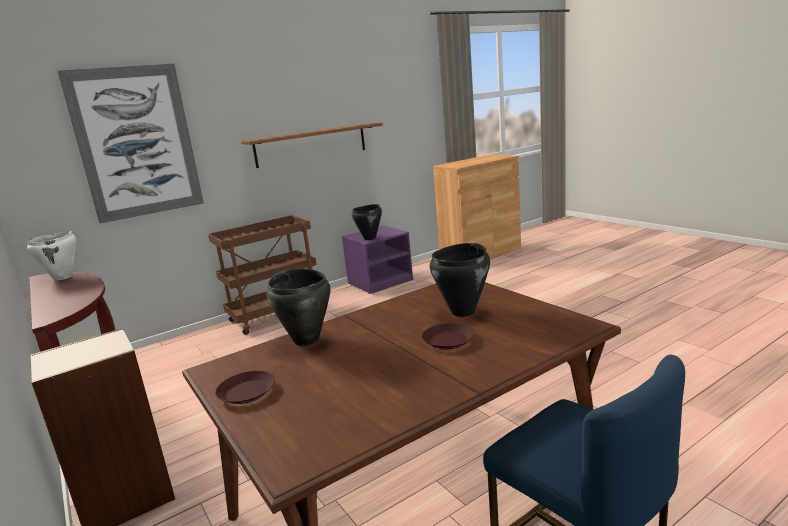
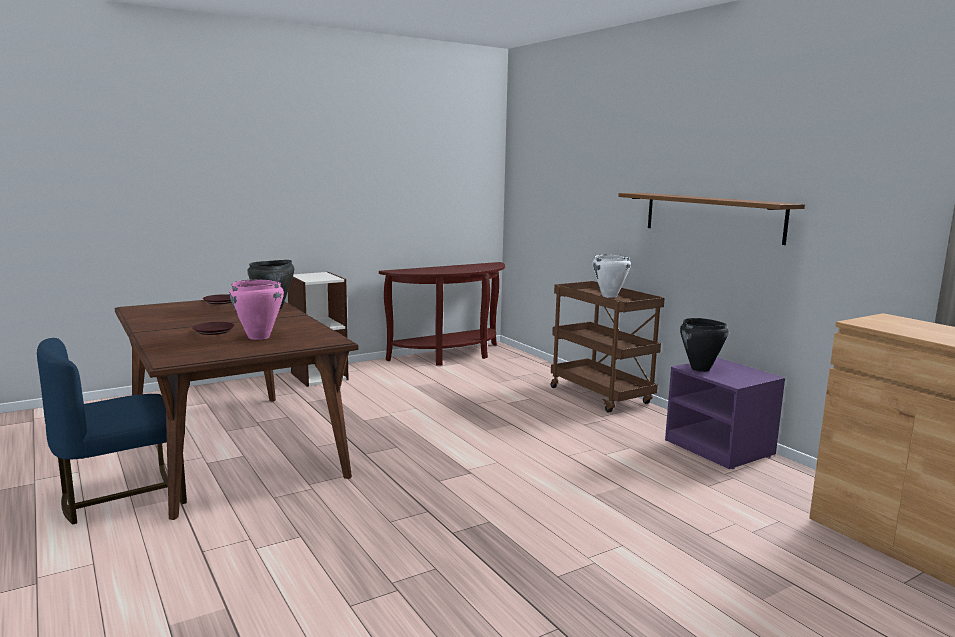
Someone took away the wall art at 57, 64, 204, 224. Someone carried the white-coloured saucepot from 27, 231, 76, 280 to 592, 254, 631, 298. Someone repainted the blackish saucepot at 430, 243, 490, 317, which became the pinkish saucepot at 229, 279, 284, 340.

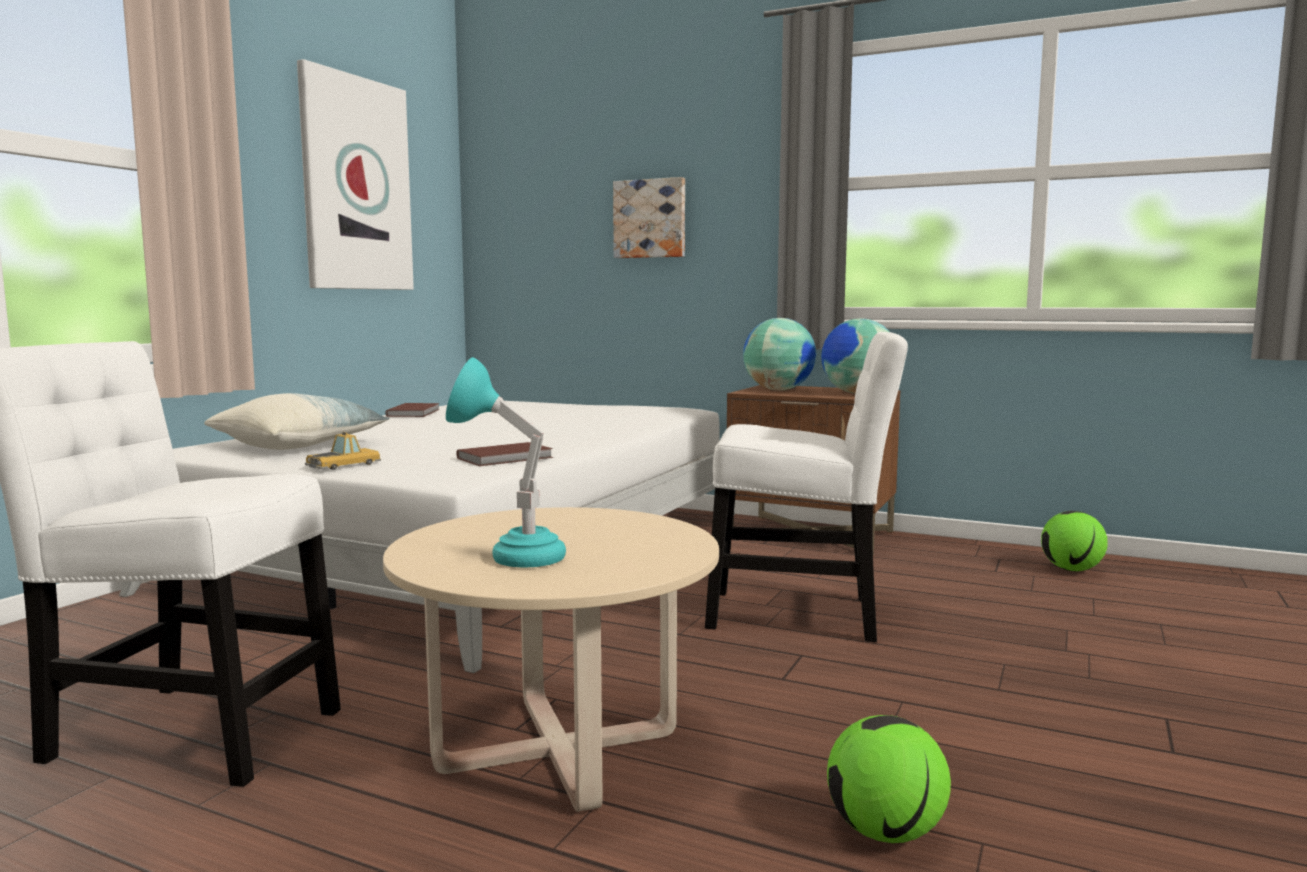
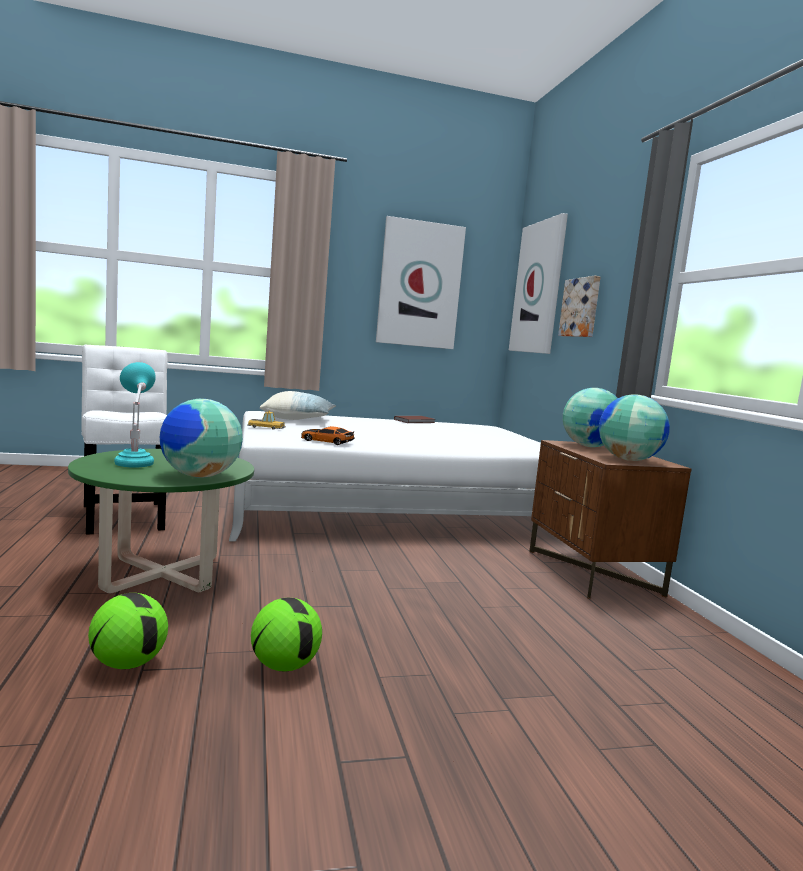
Someone took away the white-coloured upright chair at 705, 332, 908, 642. Someone swapped the brown bound book at 457, 442, 553, 466 for the model car at 301, 426, 355, 445. Someone repainted the sand-coloured low table at 383, 507, 719, 812, which became the green low table at 68, 449, 254, 593. Someone carried the football ball from 1041, 511, 1108, 571 to 251, 598, 322, 672. Someone put up the wall art at 509, 213, 568, 354. Someone put down the globe at 160, 399, 243, 478.

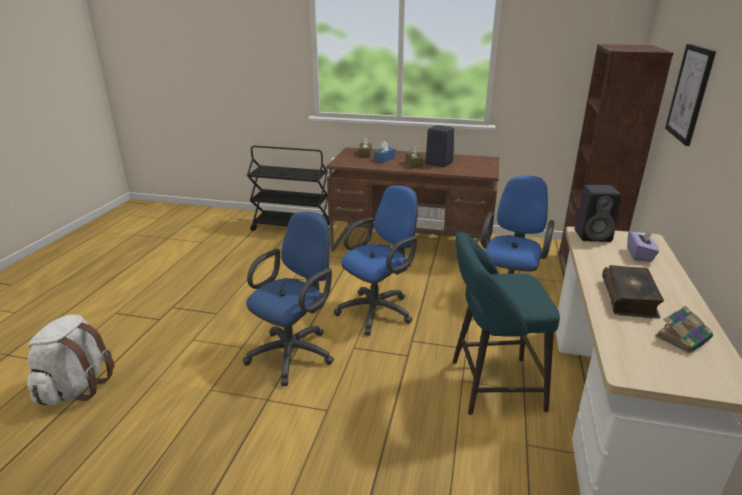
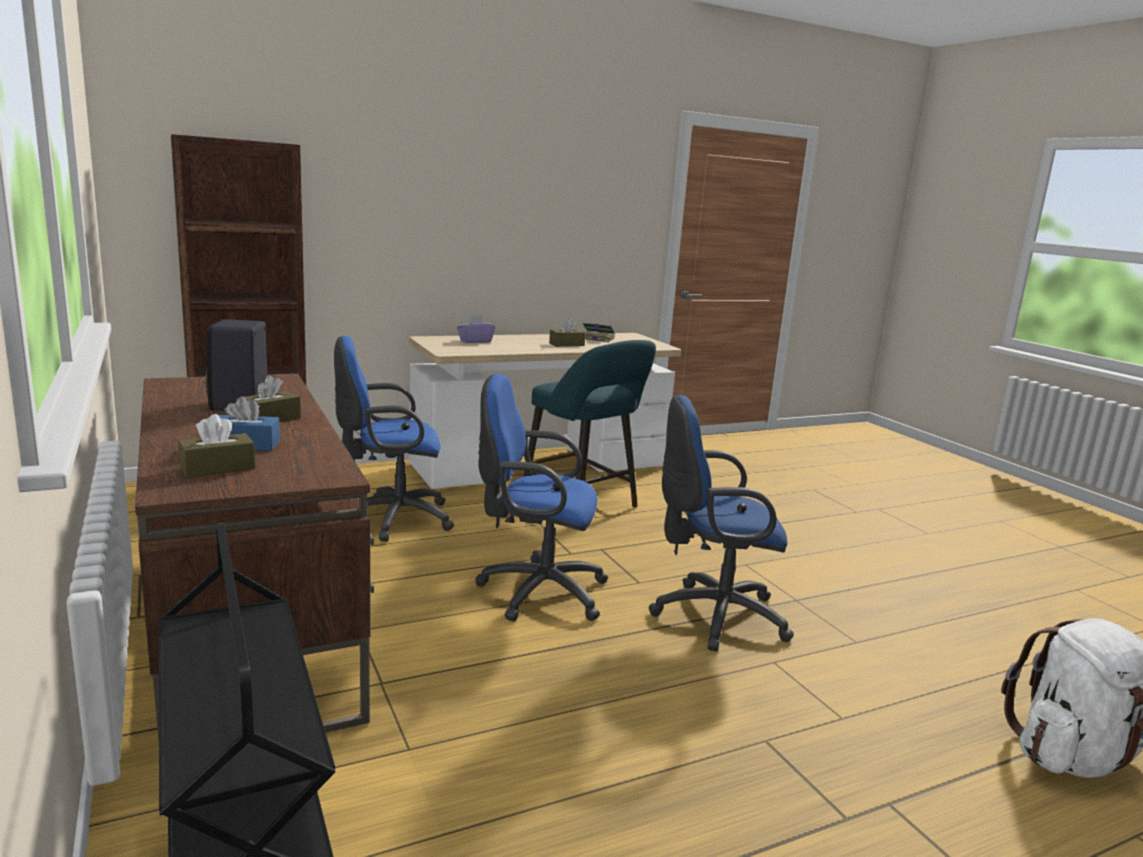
Someone took away the wall art at 665, 44, 716, 146. Someone took away the blackish audio speaker at 575, 185, 621, 242. Someone swapped the bound book at 602, 265, 664, 319 for the brown tissue box at 549, 318, 586, 347.

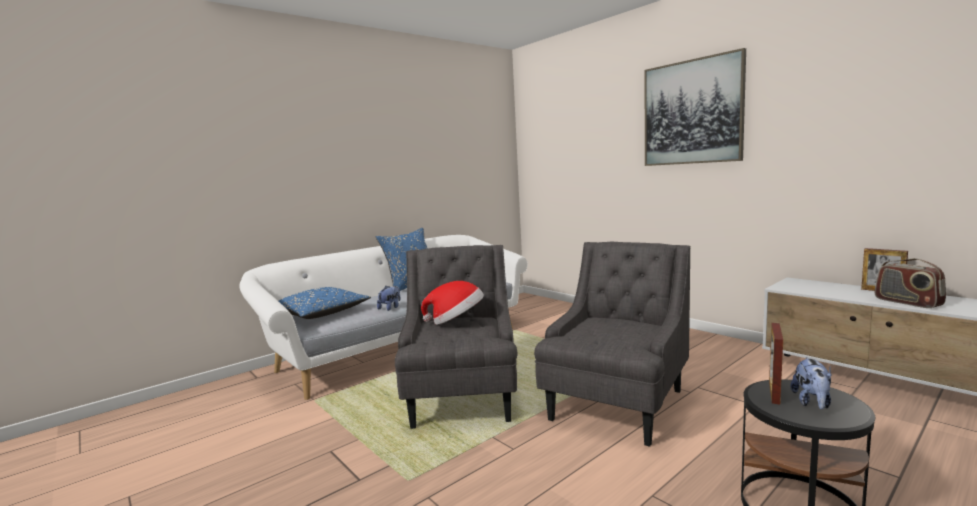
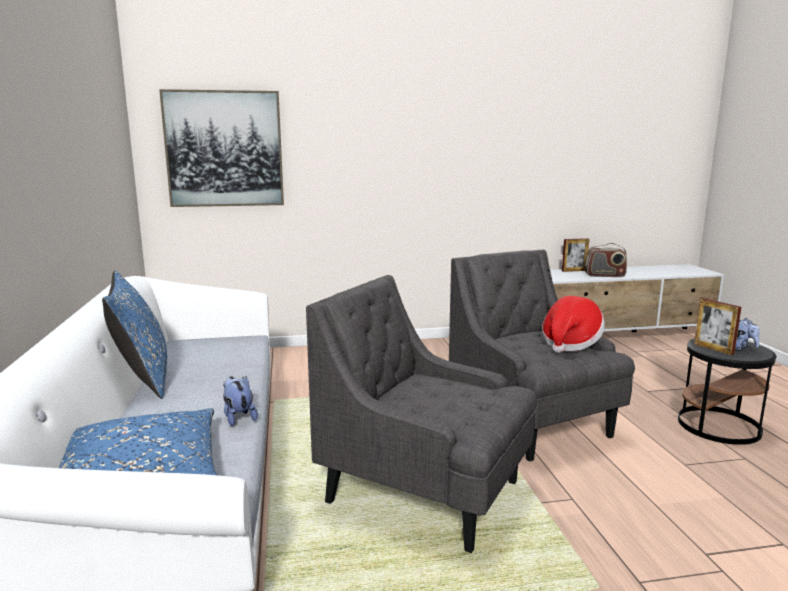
Someone carried the wall art from 644, 48, 746, 166 to 159, 89, 284, 207. Someone carried the wearable hat from 421, 281, 484, 325 to 542, 296, 605, 353.

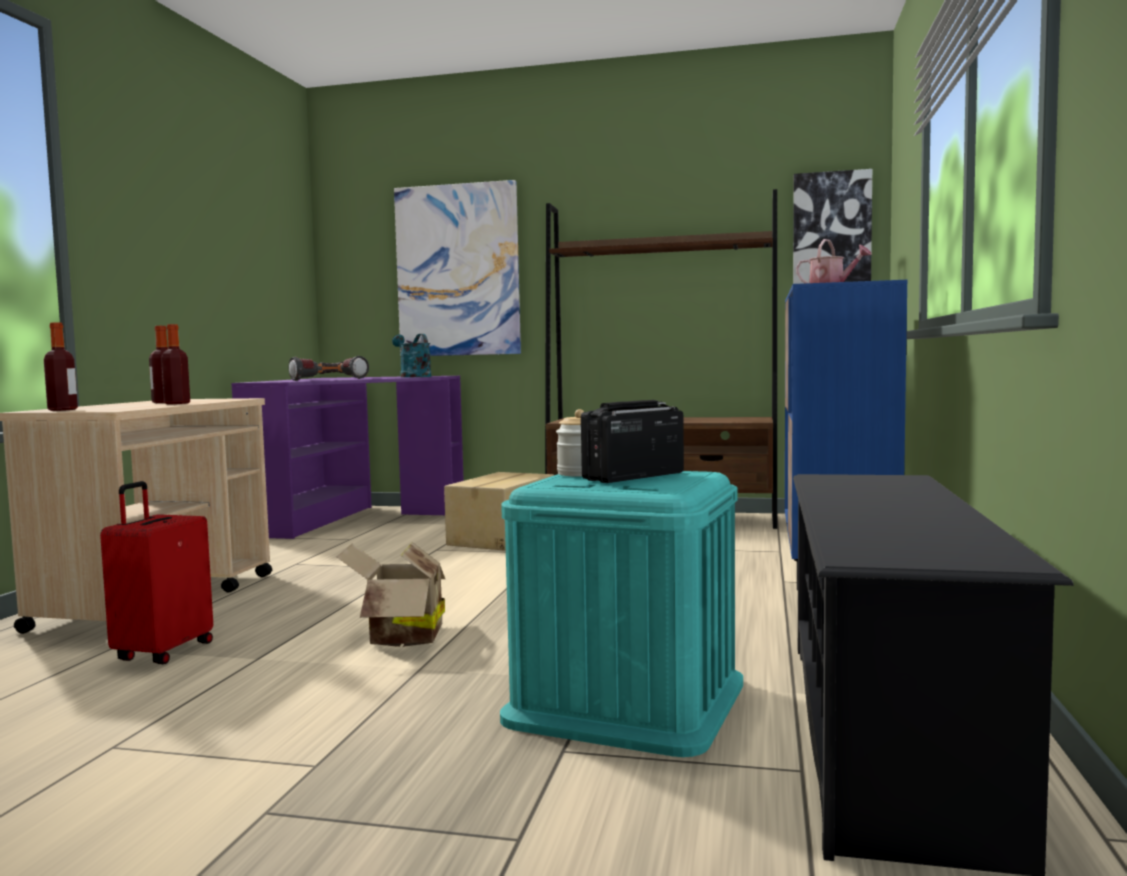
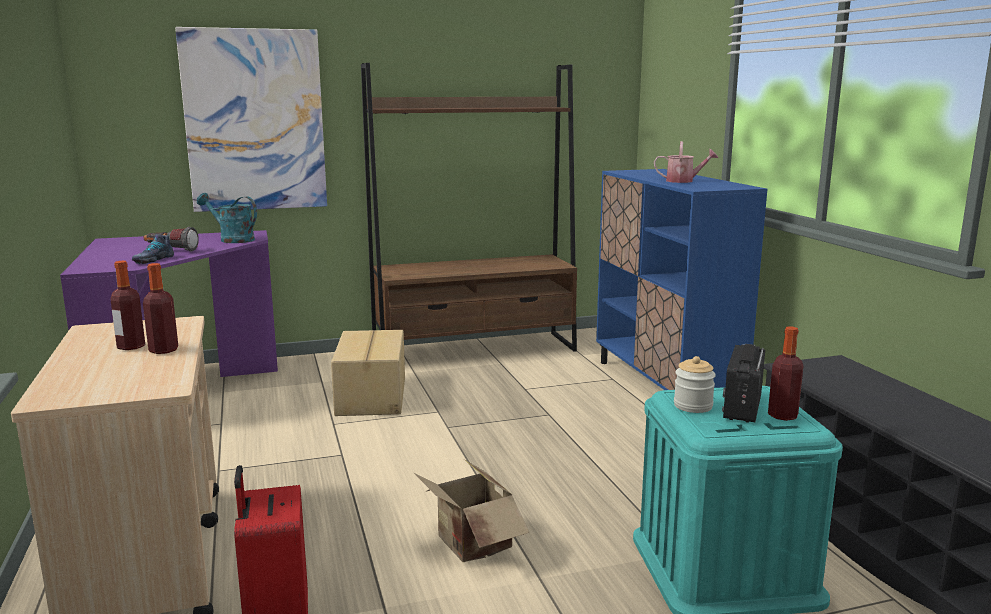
Someone took away the wall art at 793, 169, 872, 284. Someone carried the beverage bottle from 44, 323, 78, 411 to 768, 326, 803, 421. Someone swapped the flashlight at 289, 357, 341, 381 for the item of footwear at 132, 234, 174, 264.

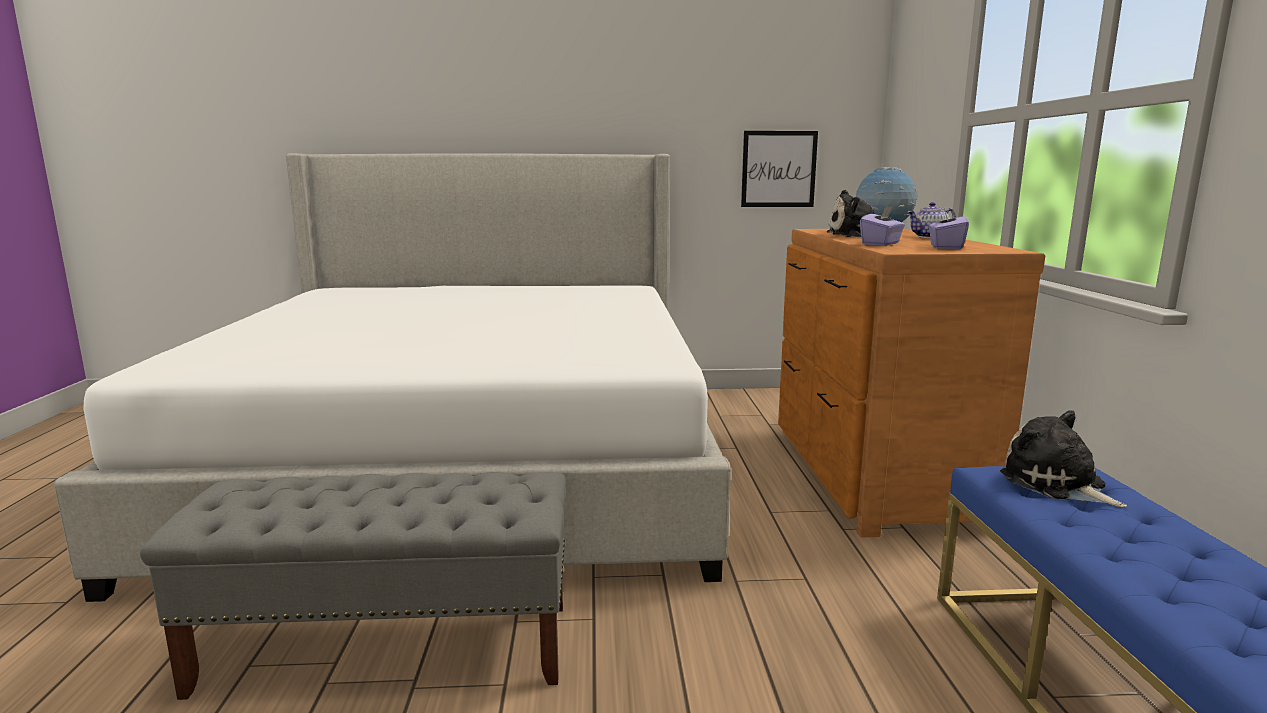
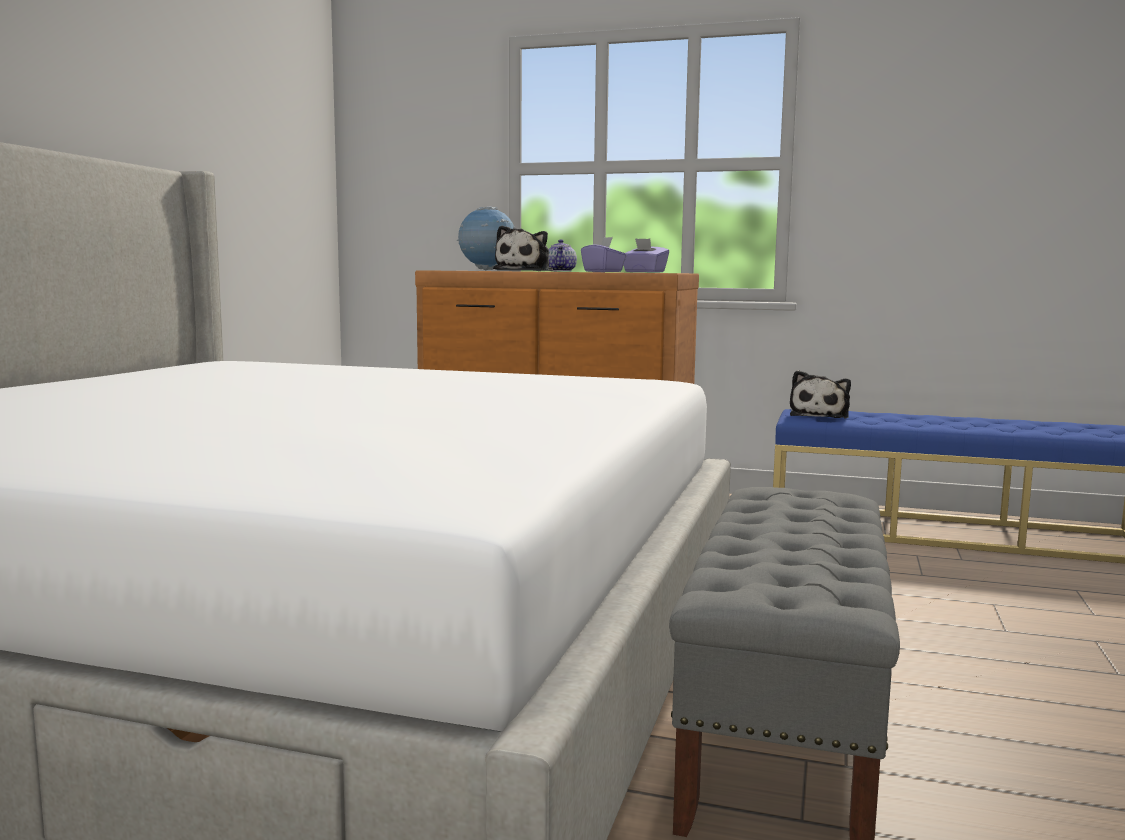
Someone took away the wall art at 741, 131, 818, 207. Someone rotated the cuddly toy at 1000, 410, 1127, 507 by 60 degrees counterclockwise.

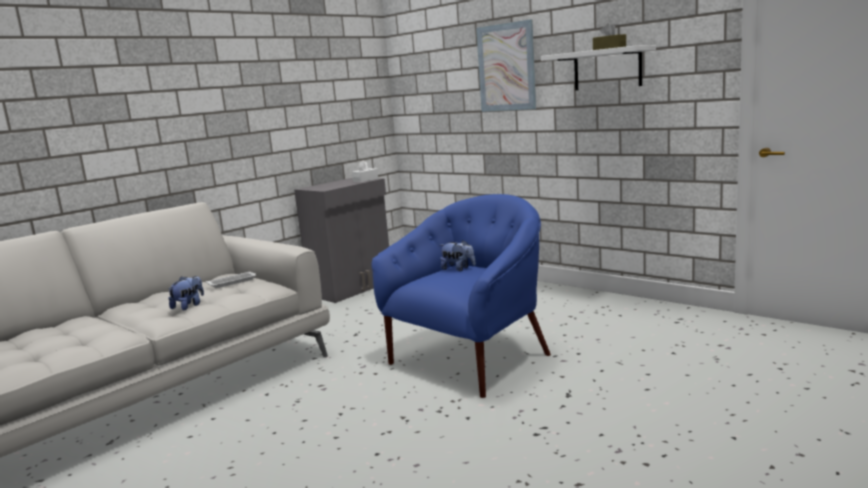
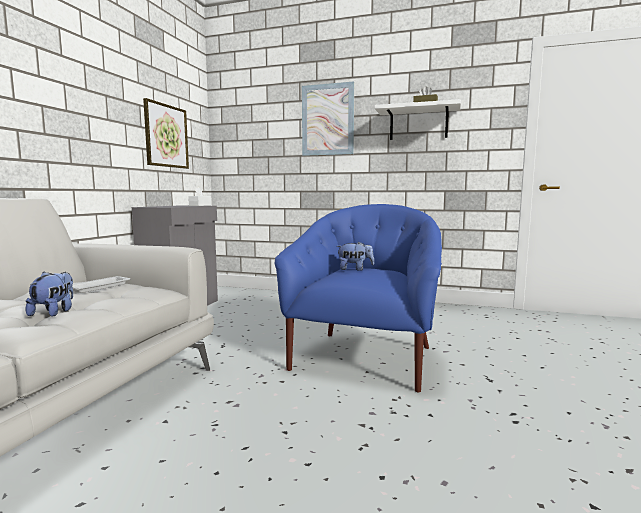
Someone put up the wall art at 143, 98, 189, 169.

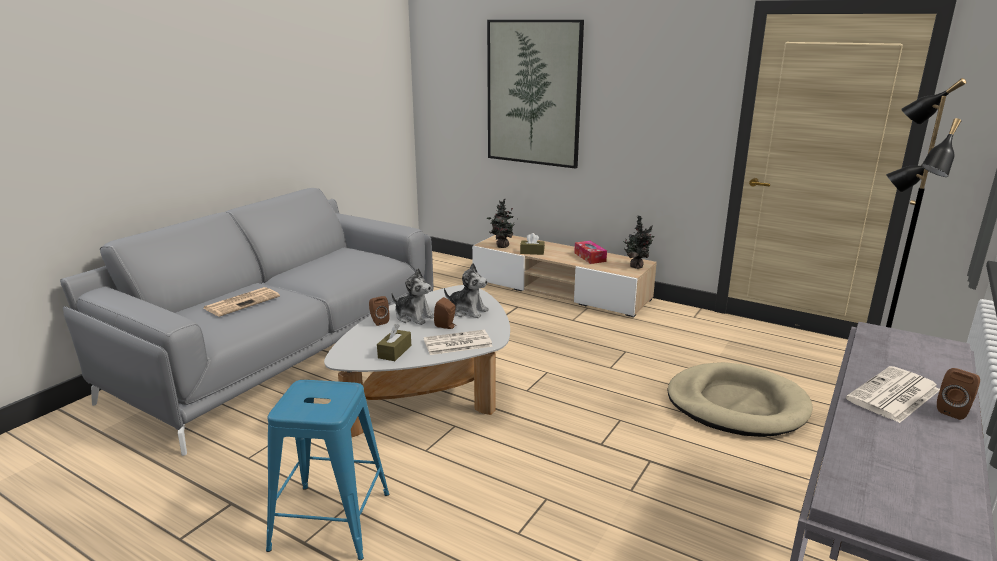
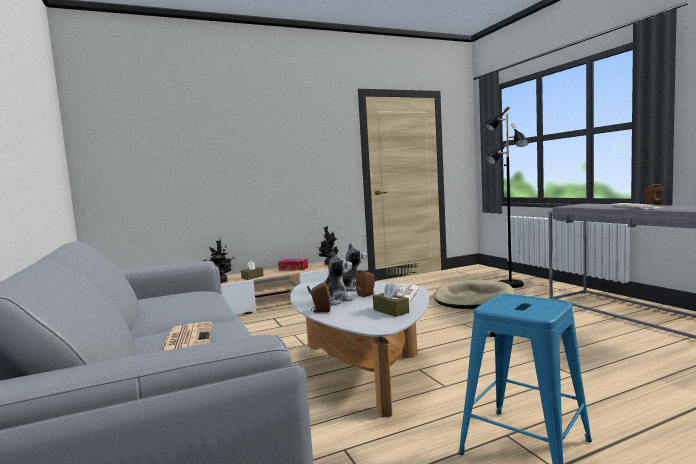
Someone took away the wall art at 487, 20, 584, 169.

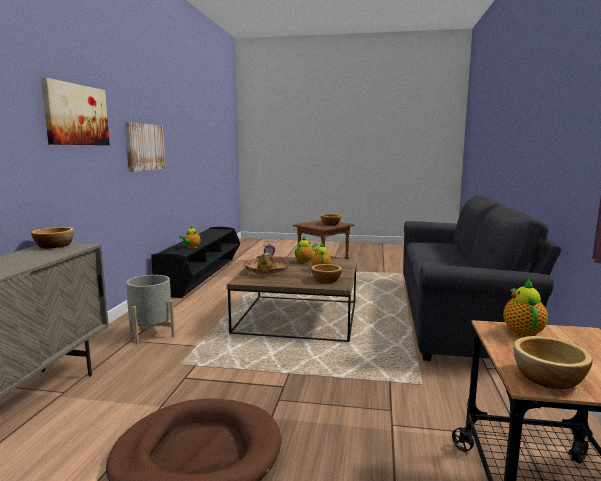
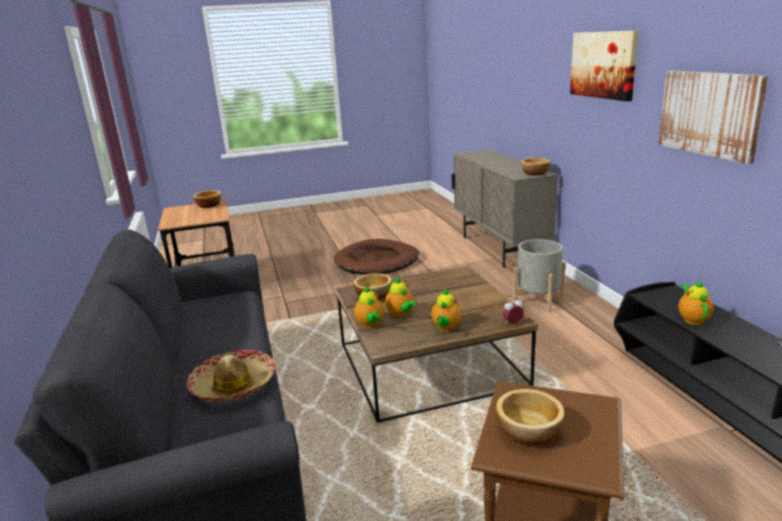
Someone carried the wearable hat from 243, 253, 290, 274 to 187, 350, 276, 402. Someone carried the tea pot from 503, 279, 548, 337 to 354, 286, 384, 328.

